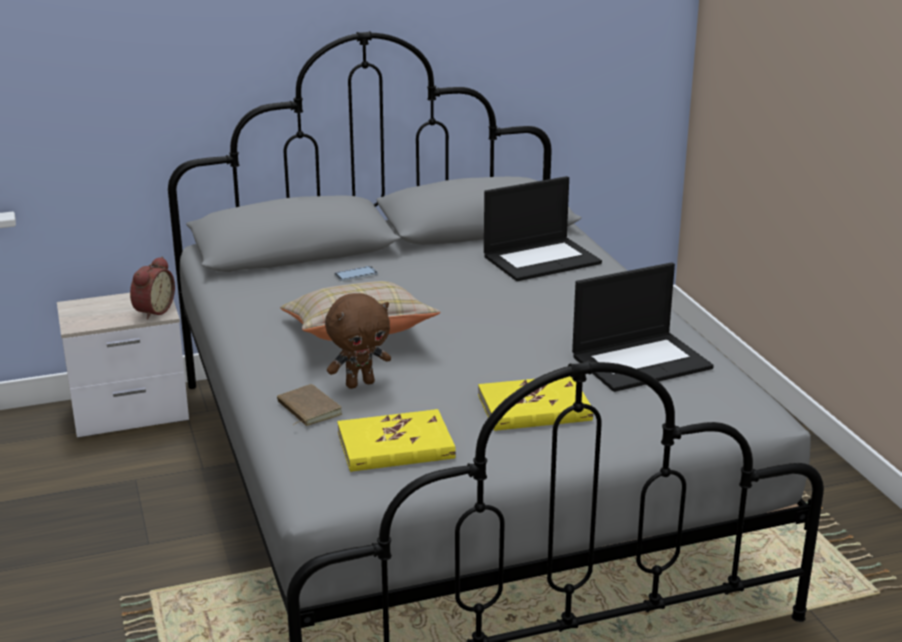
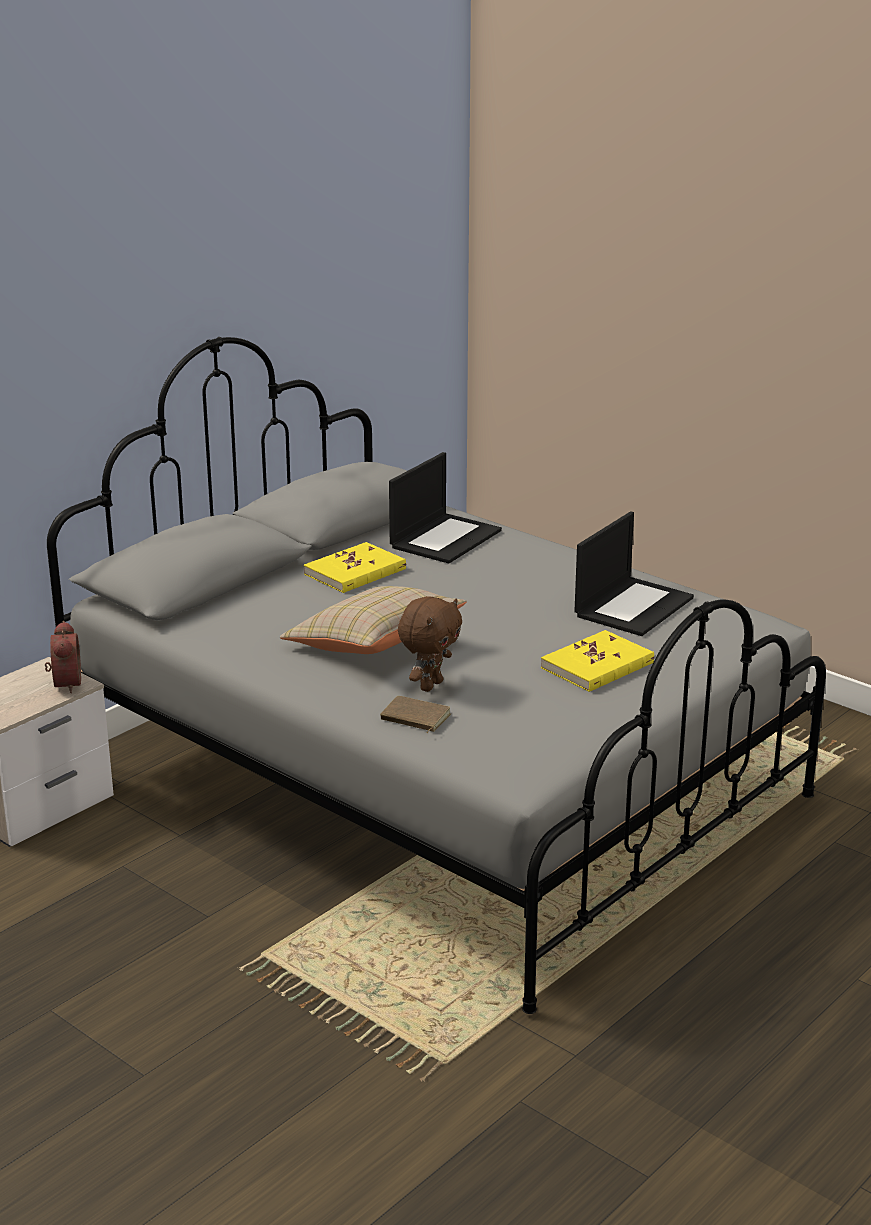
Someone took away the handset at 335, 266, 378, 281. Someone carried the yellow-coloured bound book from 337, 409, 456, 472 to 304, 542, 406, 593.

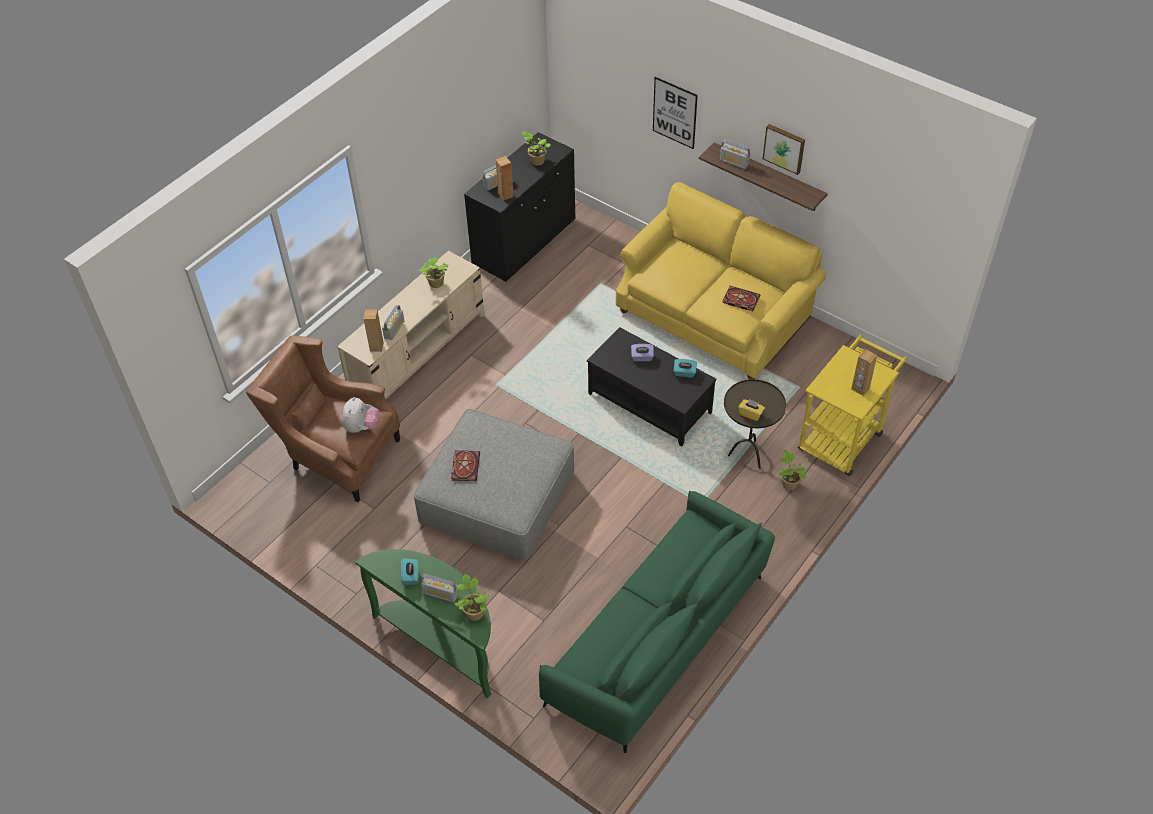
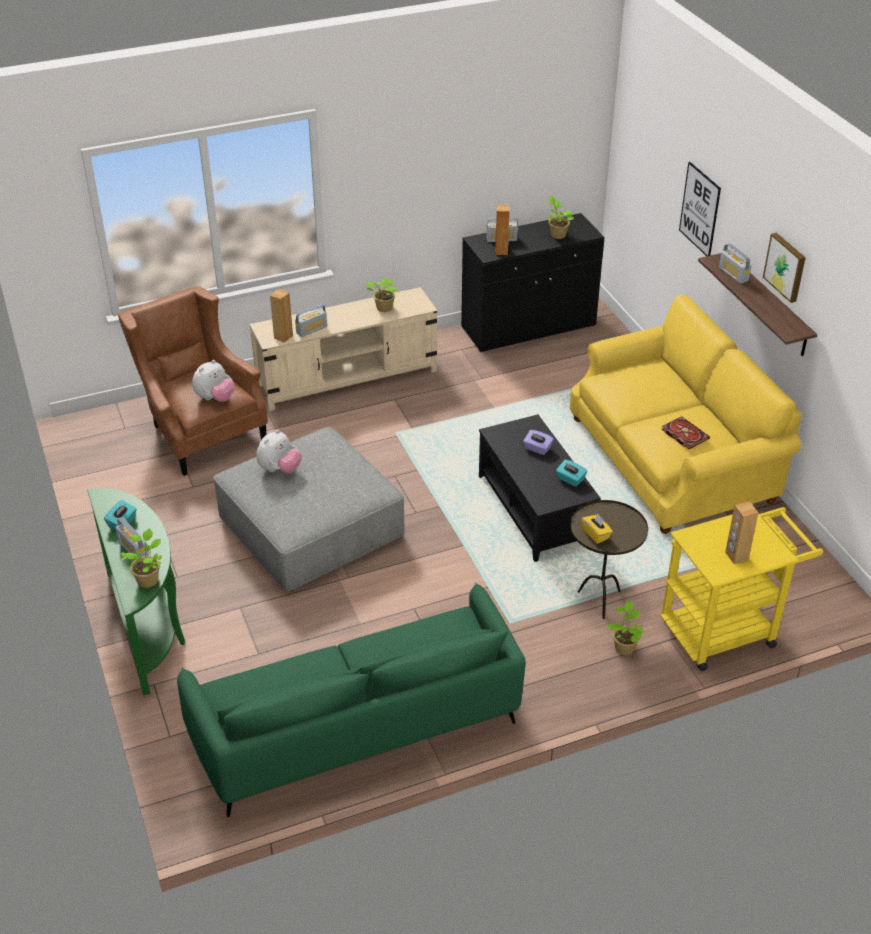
Someone swapped the bound book at 451, 450, 480, 481 for the cuddly toy at 257, 430, 302, 473.

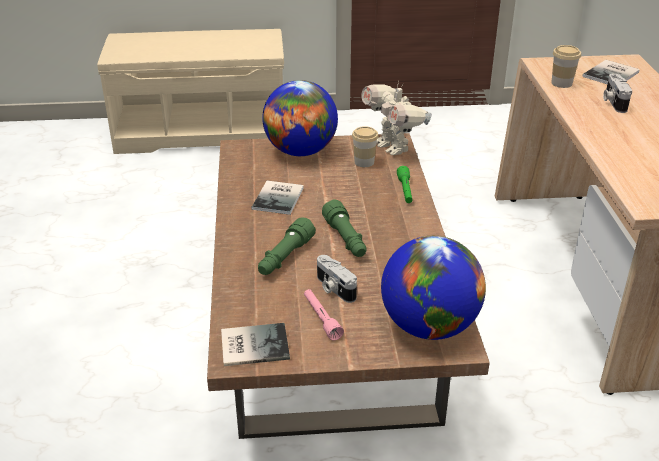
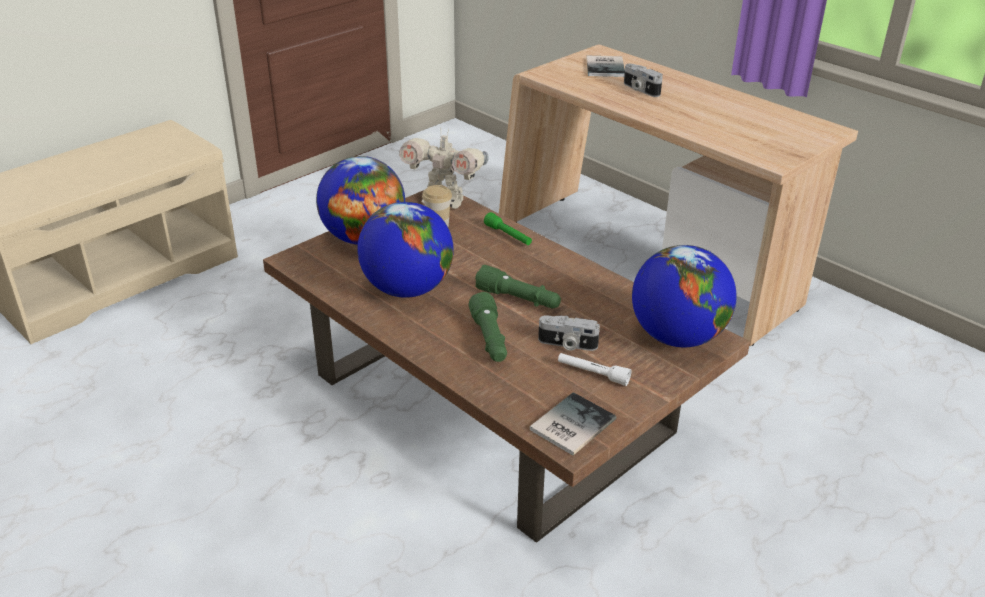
Someone took away the small cup at 551, 45, 581, 88. Someone swapped the bound book at 251, 181, 304, 215 for the globe at 357, 202, 454, 298. Someone repainted the pinkish flashlight at 304, 289, 344, 340, which became the white-coloured flashlight at 558, 353, 631, 386.

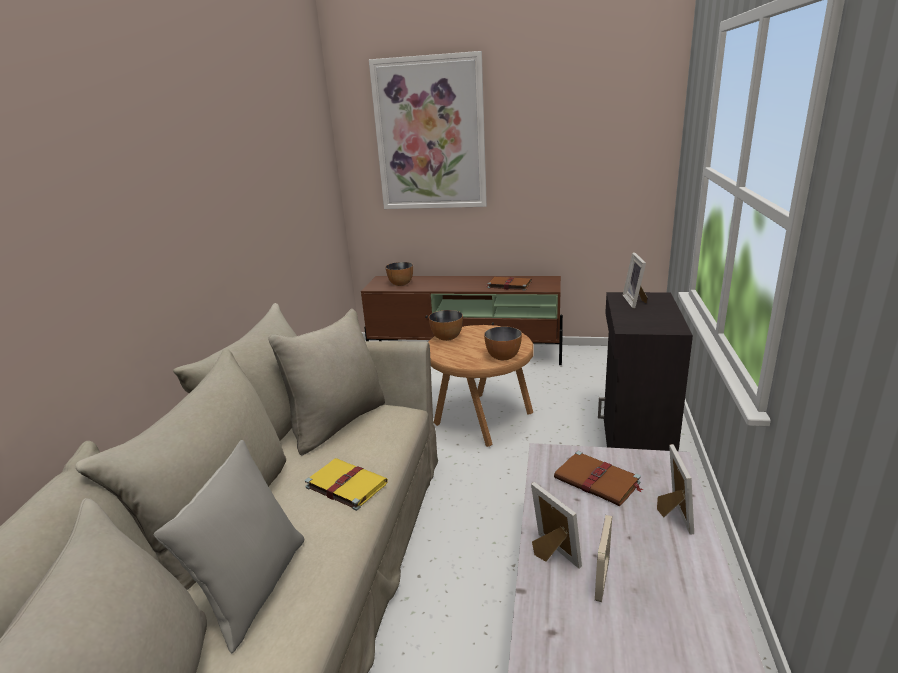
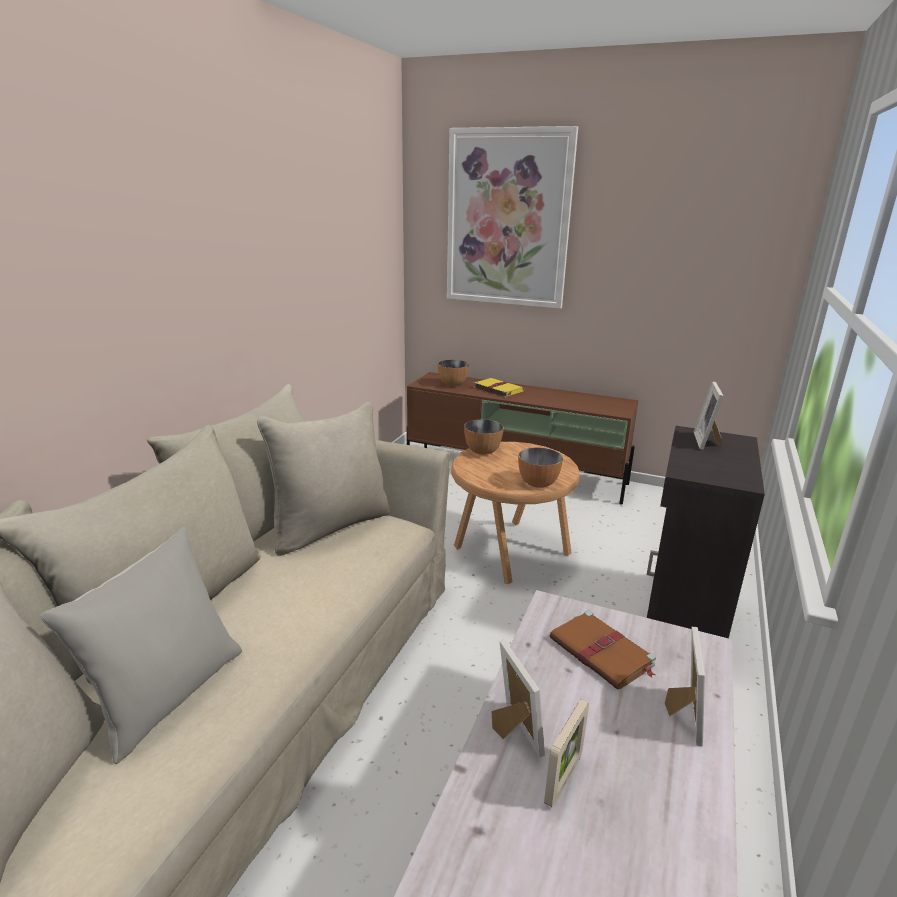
Someone took away the brown bound book at 488, 277, 532, 291. Someone carried the yellow-coloured bound book from 305, 458, 388, 511 to 473, 378, 524, 398.

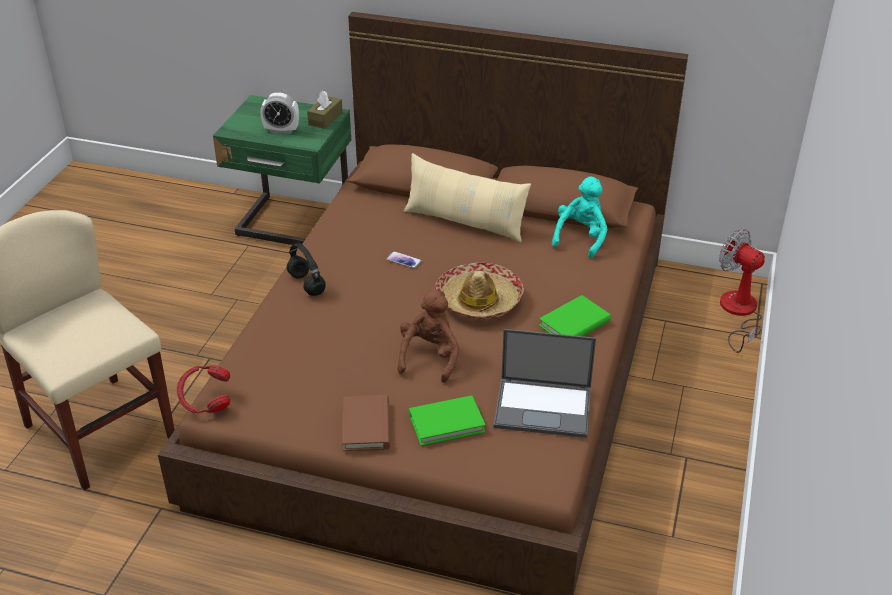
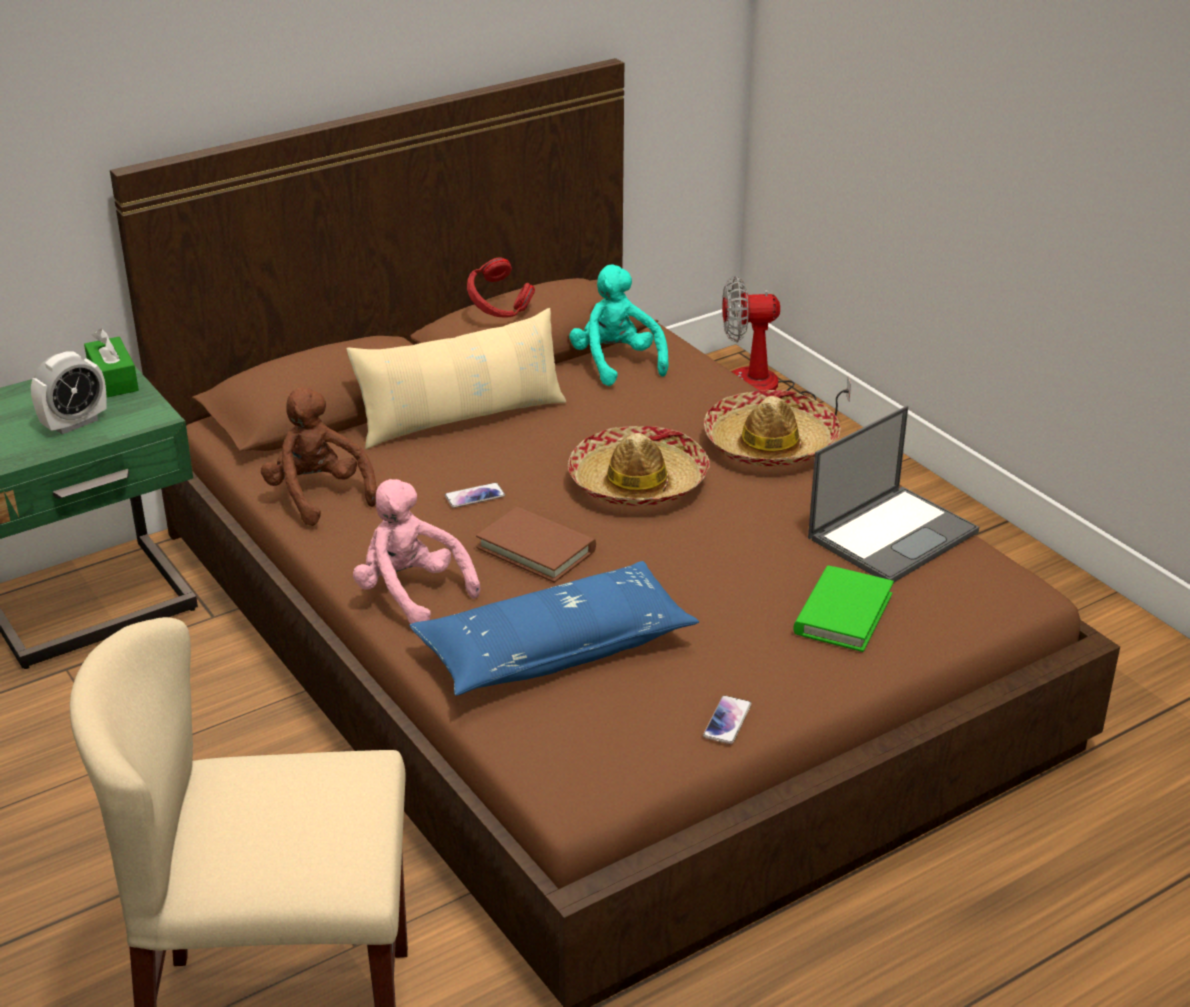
Someone repainted the brown tissue box at 307, 90, 343, 129, which became the green tissue box at 84, 328, 139, 397. Someone swapped the blackish headset at 287, 243, 326, 296 for the pinkish cuddly toy at 353, 479, 480, 624. Someone carried the brown cuddly toy from 398, 290, 459, 383 to 261, 387, 377, 526. Someone swapped the green bound book at 539, 295, 611, 336 for the wearable hat at 704, 390, 841, 466. Someone carried the red-coloured headset from 177, 365, 230, 413 to 467, 257, 535, 317. Someone carried the brown bound book from 342, 395, 390, 451 to 476, 507, 596, 583. Someone put down the bluish cushion at 409, 561, 699, 696. Someone put down the handset at 703, 695, 752, 744.

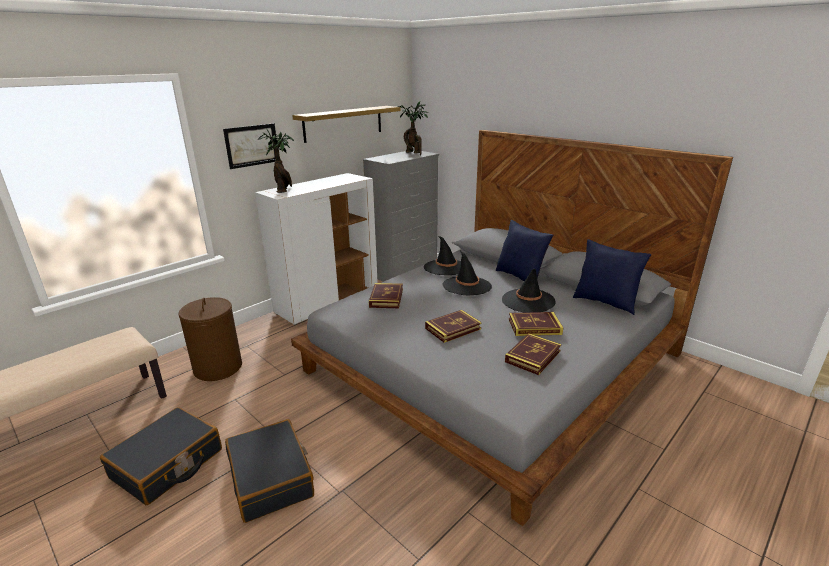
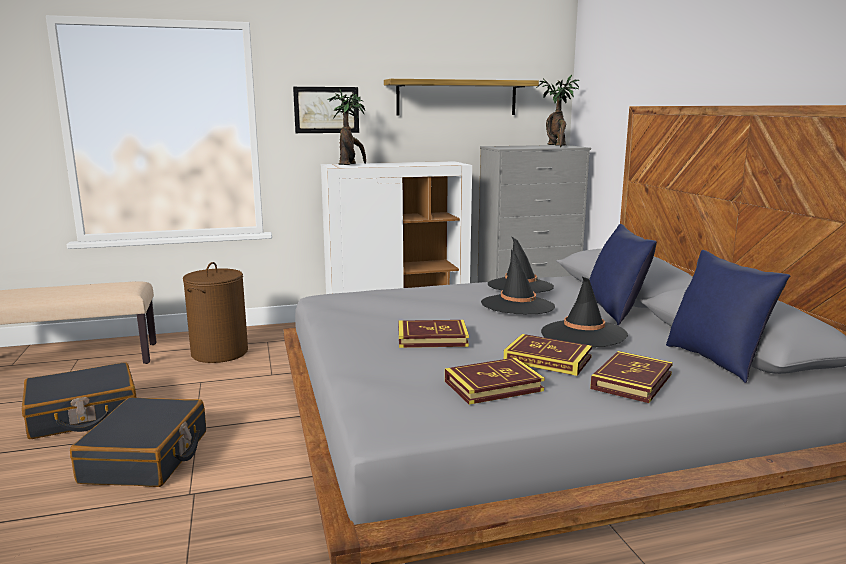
Someone carried the bound book from 369, 283, 403, 308 to 590, 351, 673, 403.

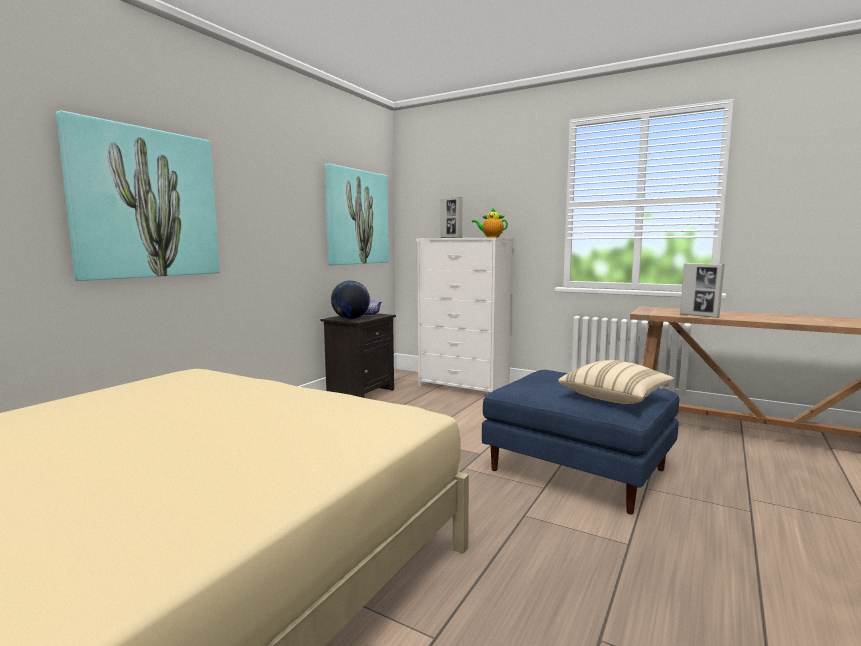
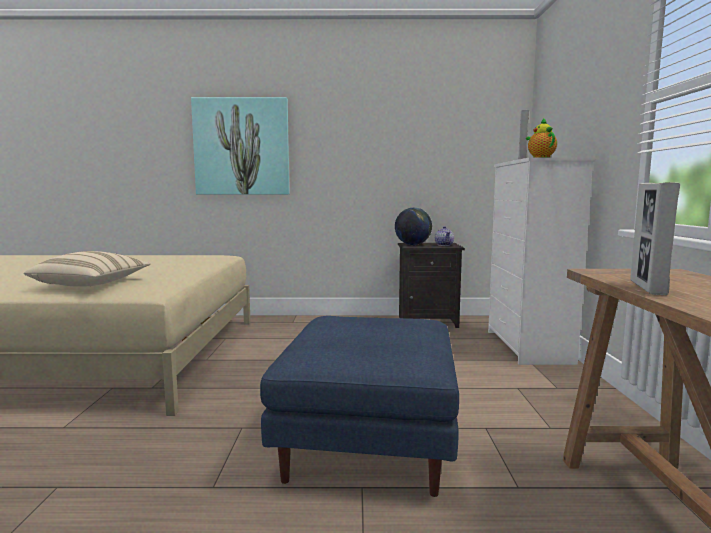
Someone took away the wall art at 325, 164, 389, 265. Someone carried the sand-coloured cushion from 558, 360, 674, 404 to 24, 251, 150, 287.

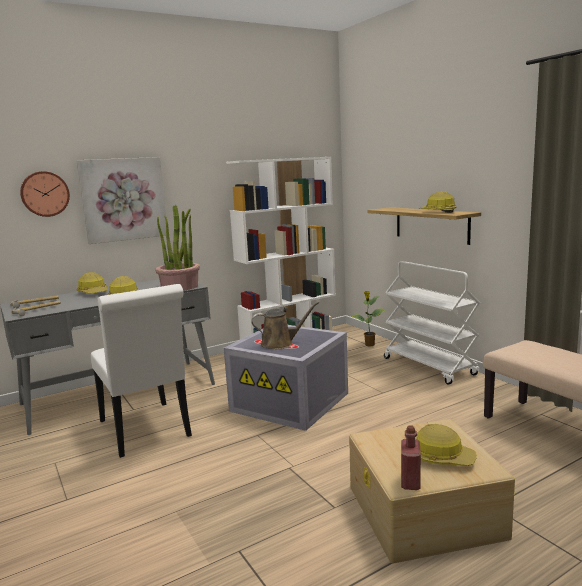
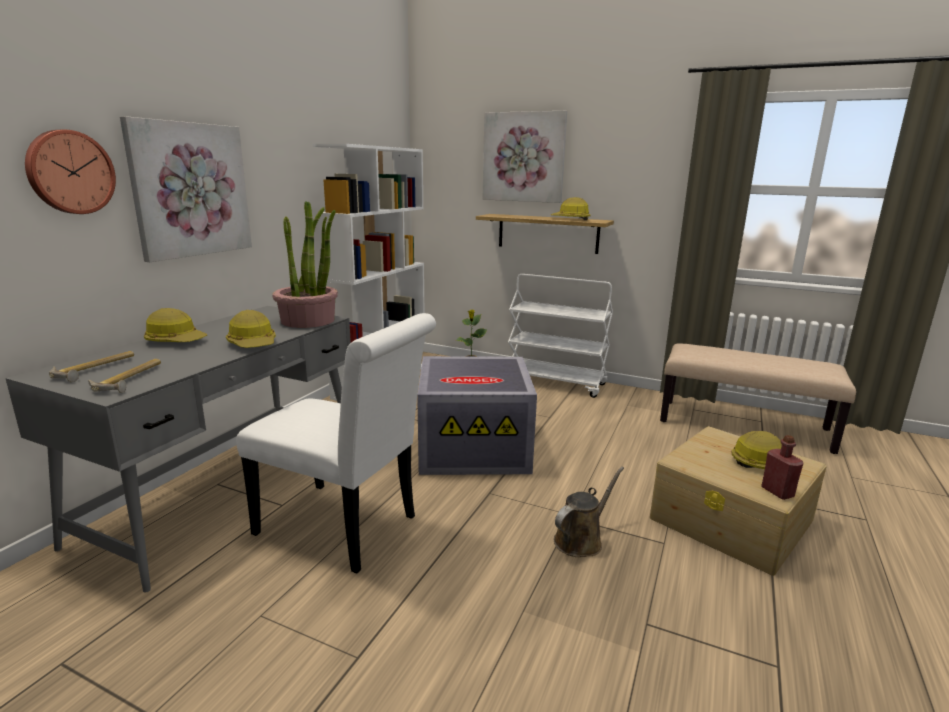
Someone carried the brown watering pot from 251, 301, 319, 349 to 554, 467, 624, 557. Someone put up the wall art at 483, 111, 567, 203.

